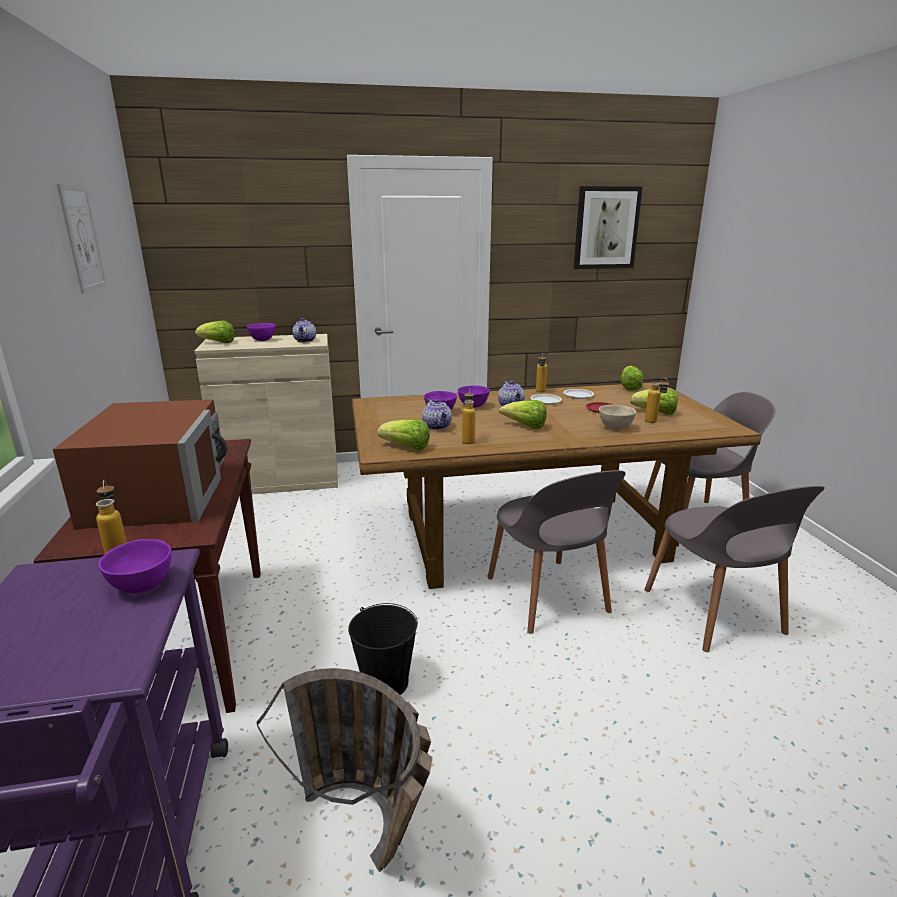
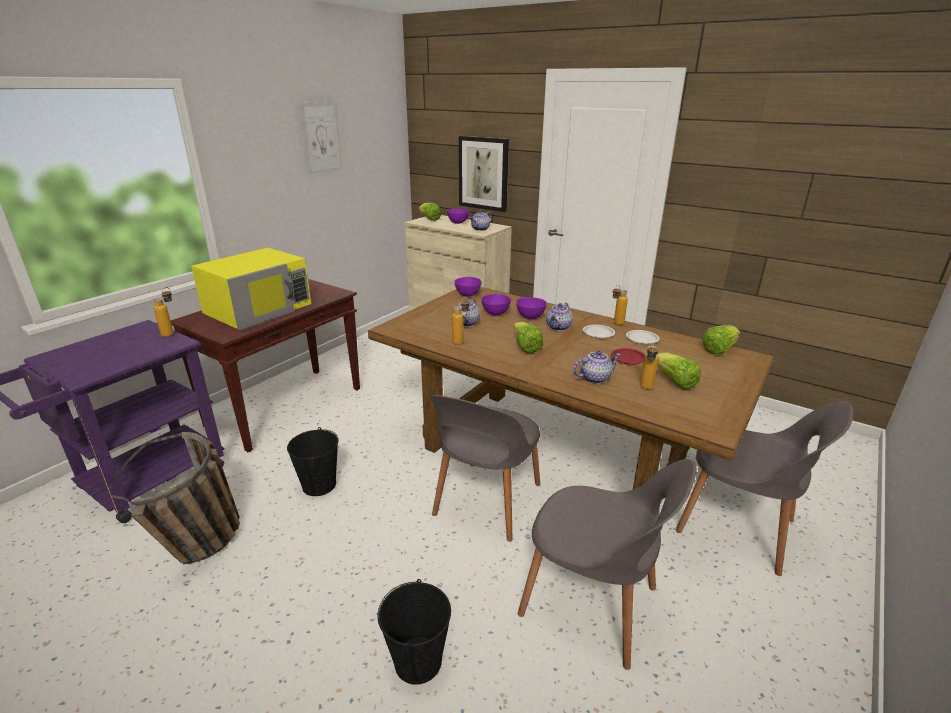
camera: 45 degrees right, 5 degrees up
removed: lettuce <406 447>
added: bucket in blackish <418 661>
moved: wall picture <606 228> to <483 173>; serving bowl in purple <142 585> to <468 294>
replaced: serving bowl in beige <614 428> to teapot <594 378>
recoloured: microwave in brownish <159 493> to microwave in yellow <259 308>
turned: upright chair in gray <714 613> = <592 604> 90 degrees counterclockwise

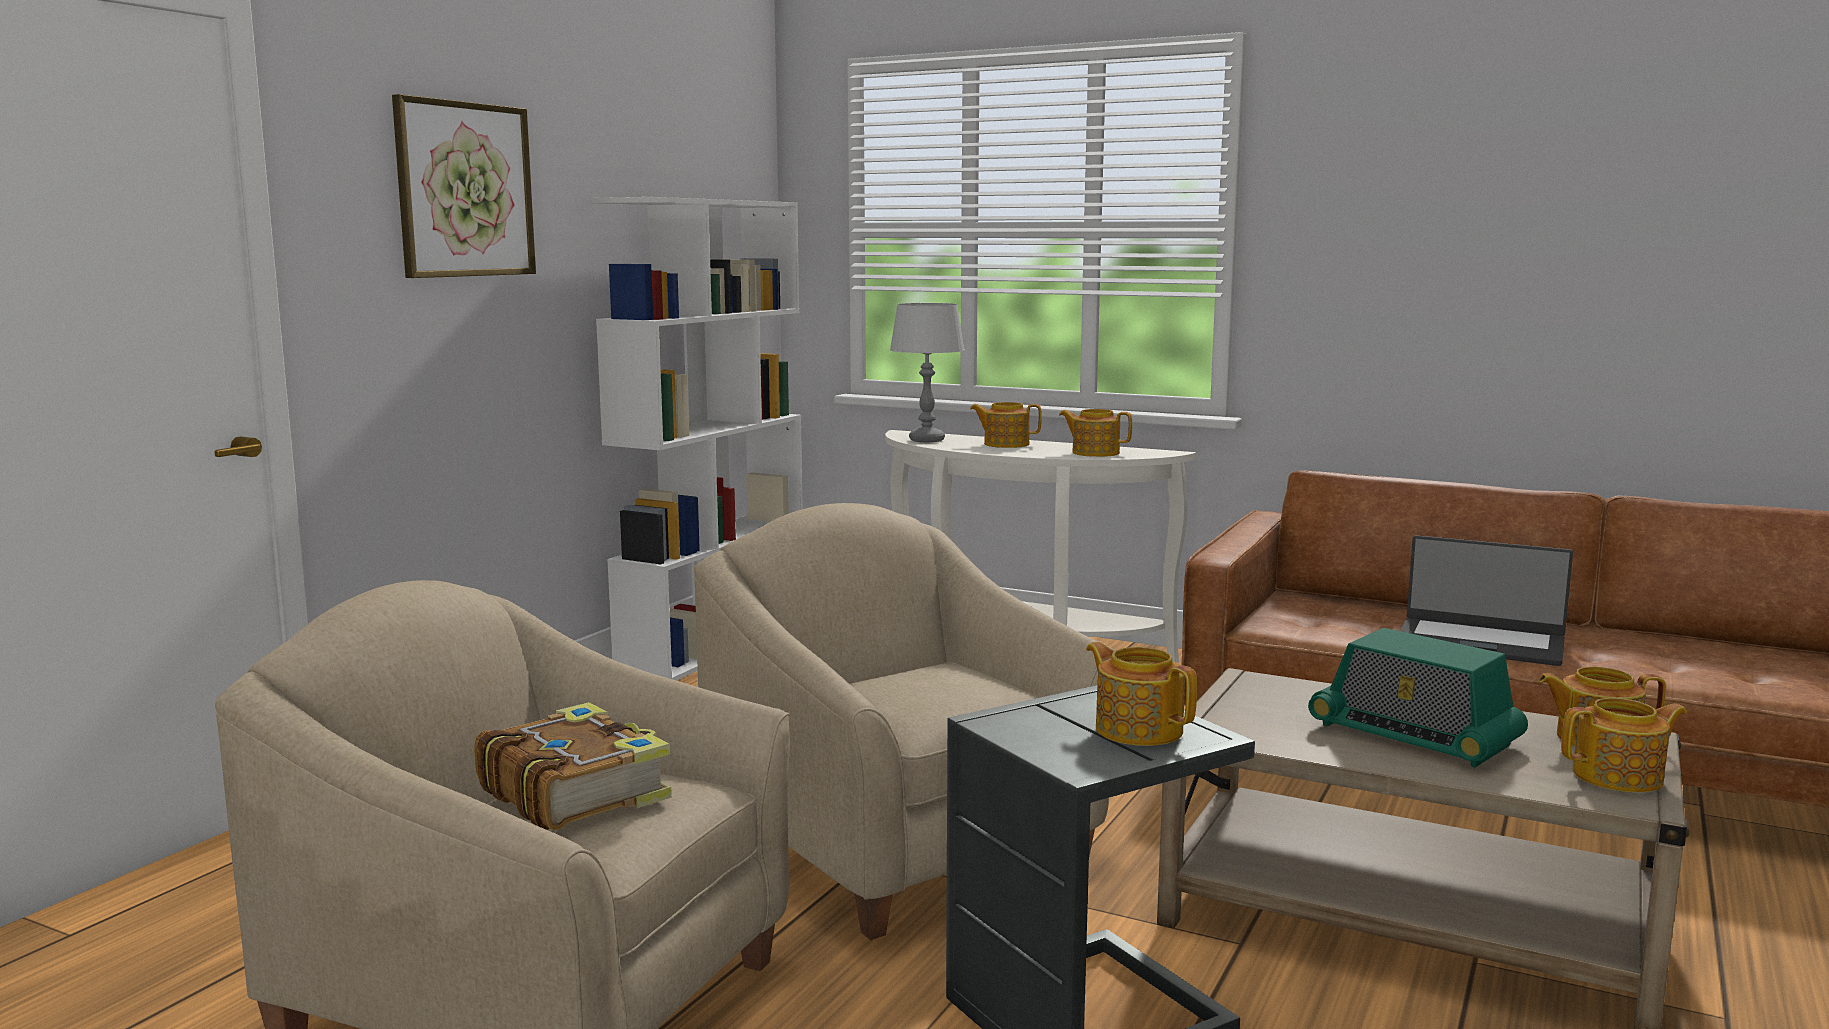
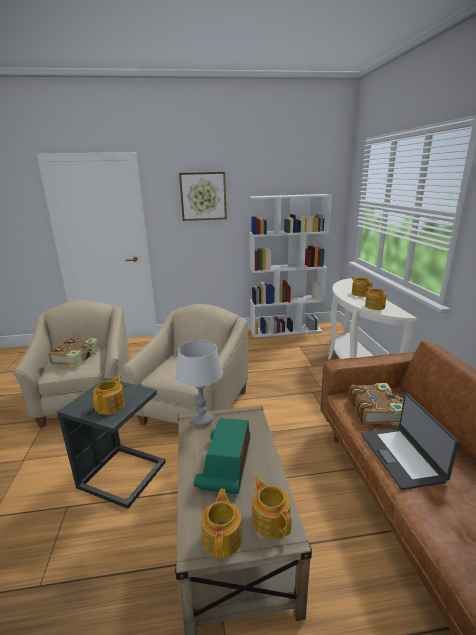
camera: 55 degrees right, 10 degrees up
added: bound book <375 410>
moved: tabletop lamp in gray <927 440> to <202 420>
turned: teapot <1620 777> = <222 537> 135 degrees counterclockwise

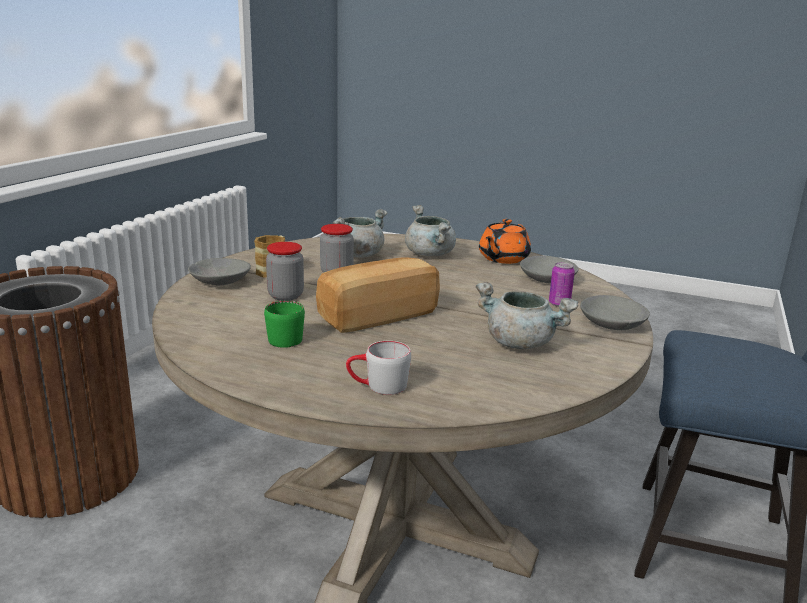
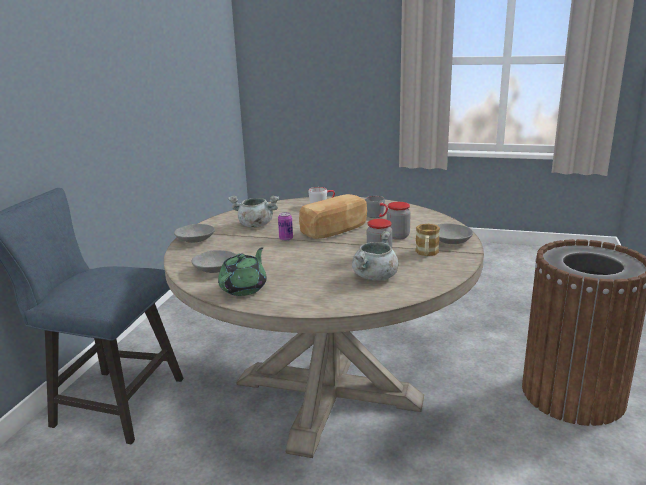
camera: 175 degrees right, 0 degrees up
removed: saucepot in gray <430 254>
moved: can <559 303> to <286 239>
recoloured: teapot in orangey <502 259> to teapot in green <244 288>; tea mug in green <281 337> to tea mug in gray <378 216>

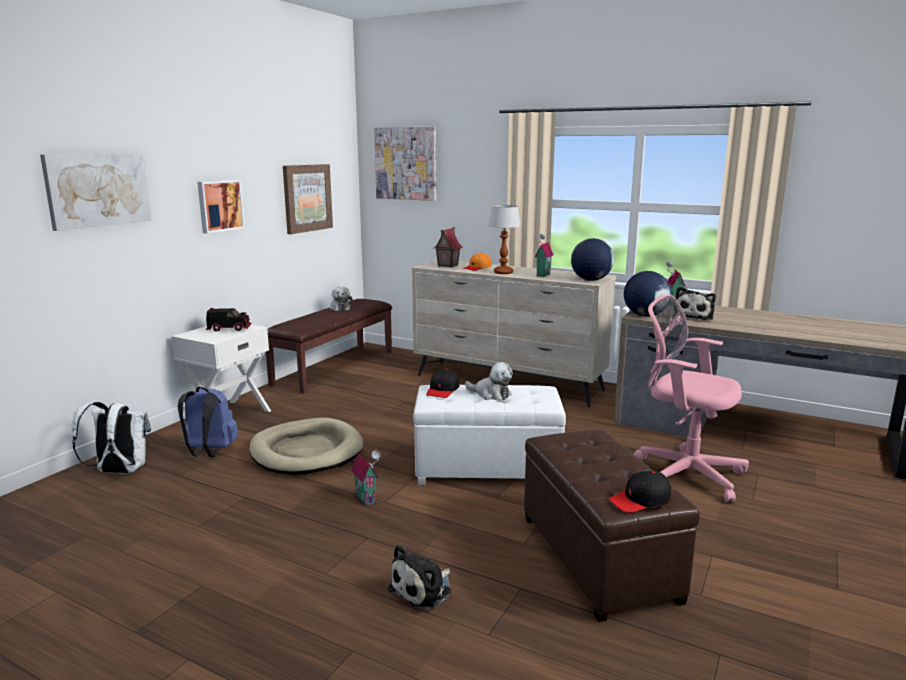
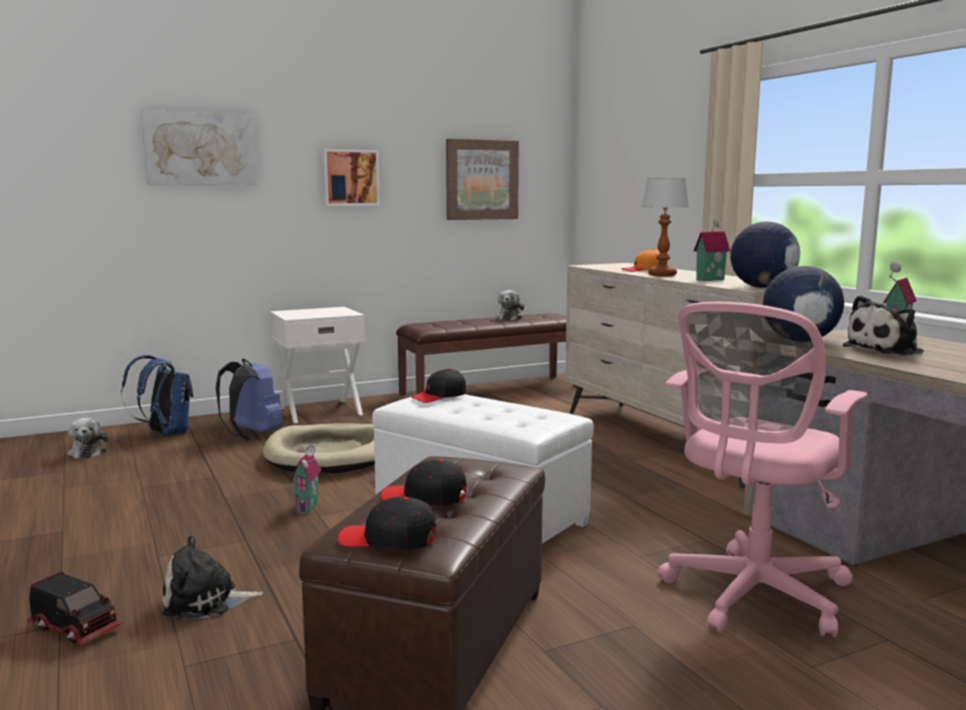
camera: 35 degrees right, 5 degrees down
removed: wall picture <406 163>; toy house <447 265>
added: peaked cap in blackish <424 497>
moved: toy lorry <229 329> to <76 627>; soft toy <491 394> to <87 452>
recoloured: backpack in white-coloured <119 471> to backpack in blue-coloured <165 433>
turned: computer chair in pinkish <684 472> = <752 597> 120 degrees counterclockwise

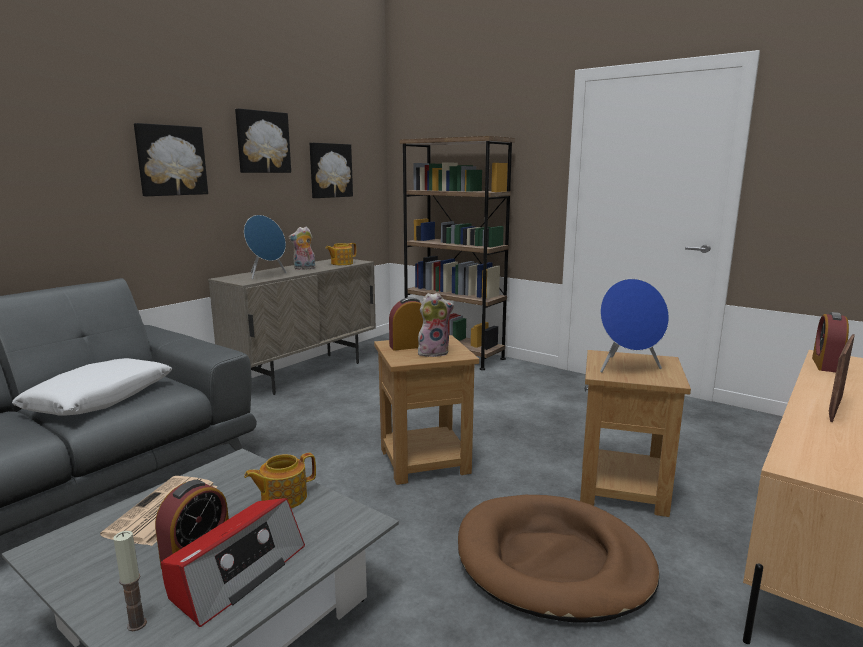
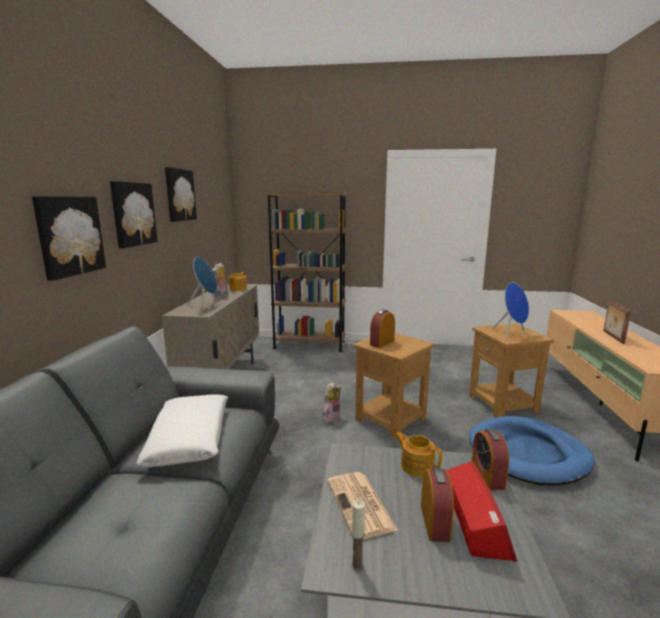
camera: 30 degrees left, 0 degrees up
moved: wall picture <330 170> to <69 235>; soft toy <433 352> to <331 418>; bedside clock <826 365> to <487 476>; candle <137 624> to <357 565>
recoloured: dog bed in brownish <553 562> to dog bed in blue-coloured <528 454>
turned: teapot <283 497> = <416 466> 105 degrees clockwise

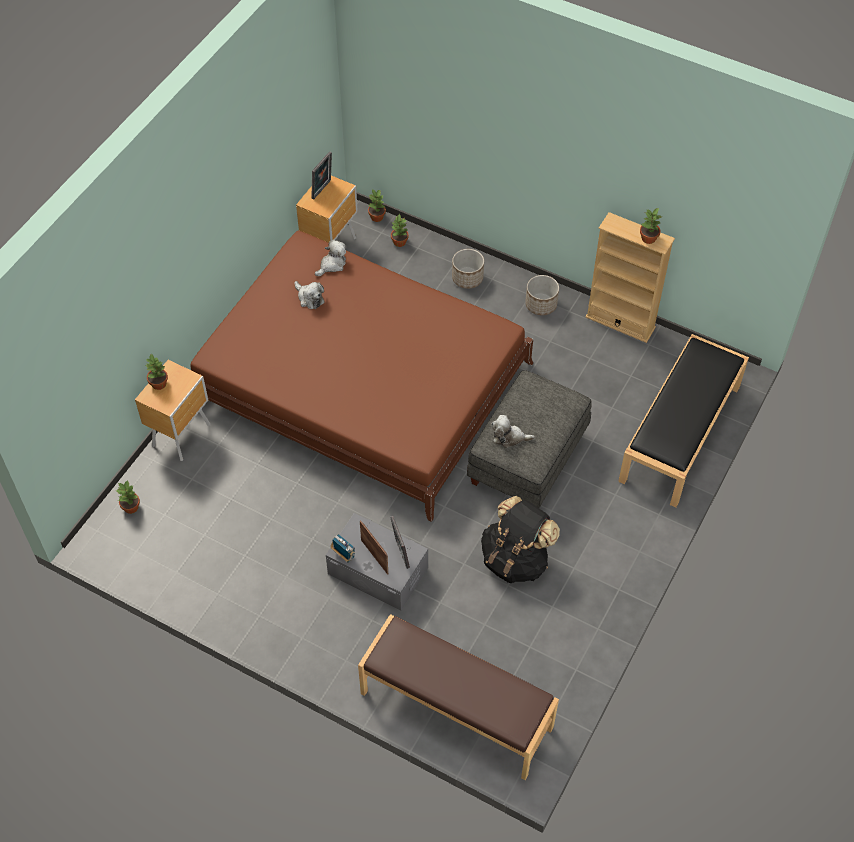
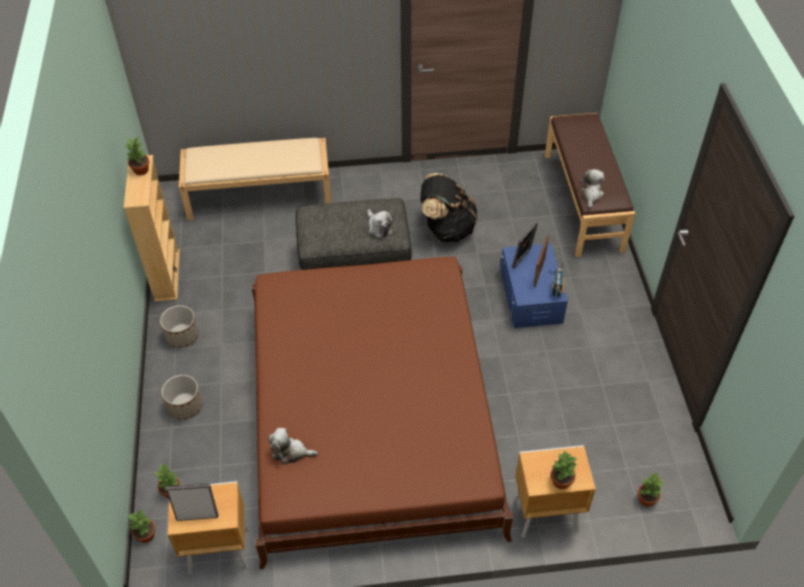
camera: 125 degrees left, 5 degrees down
moved: soft toy <309 298> to <591 194>
recoloured: bench in blackish <680 434> to bench in beige <260 194>; storage container in gray <377 570> to storage container in blue-coloured <531 296>

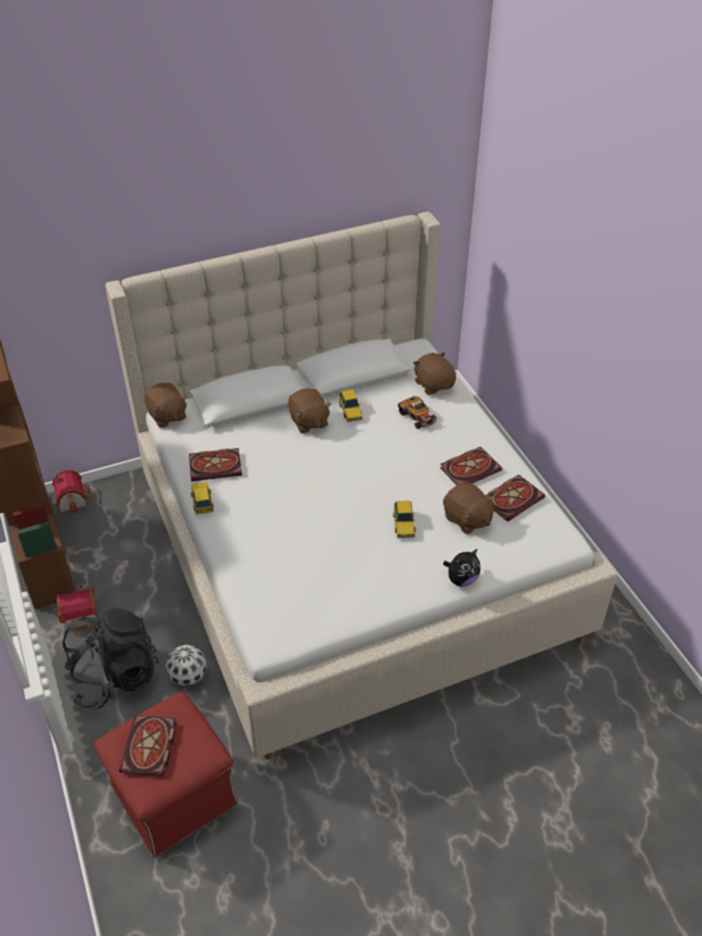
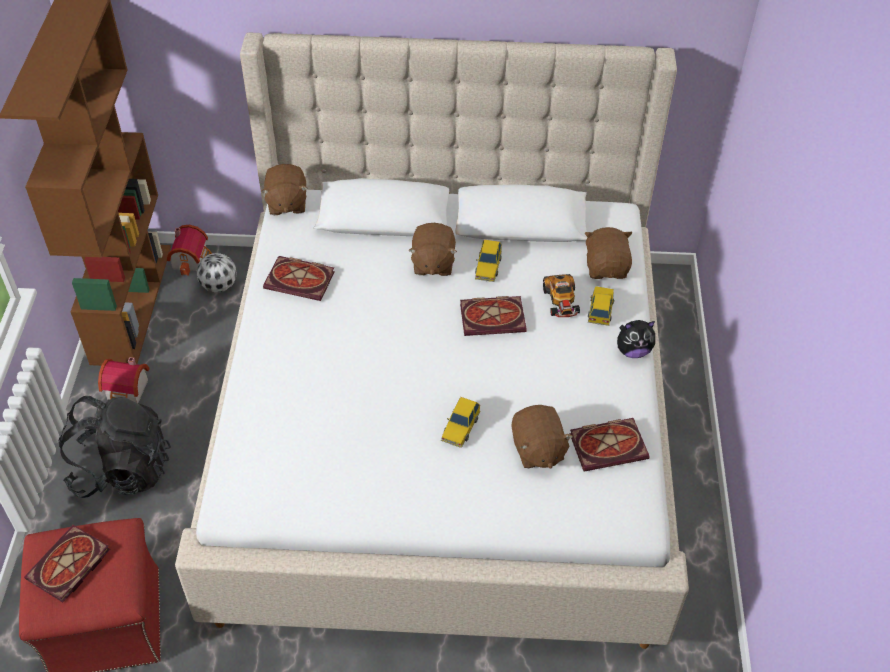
camera: 25 degrees right, 5 degrees up
moved: bound book <470 468> to <494 317>; toy car <202 501> to <600 309>; soft toy <461 579> to <633 351>; ball for football <188 676> to <219 285>

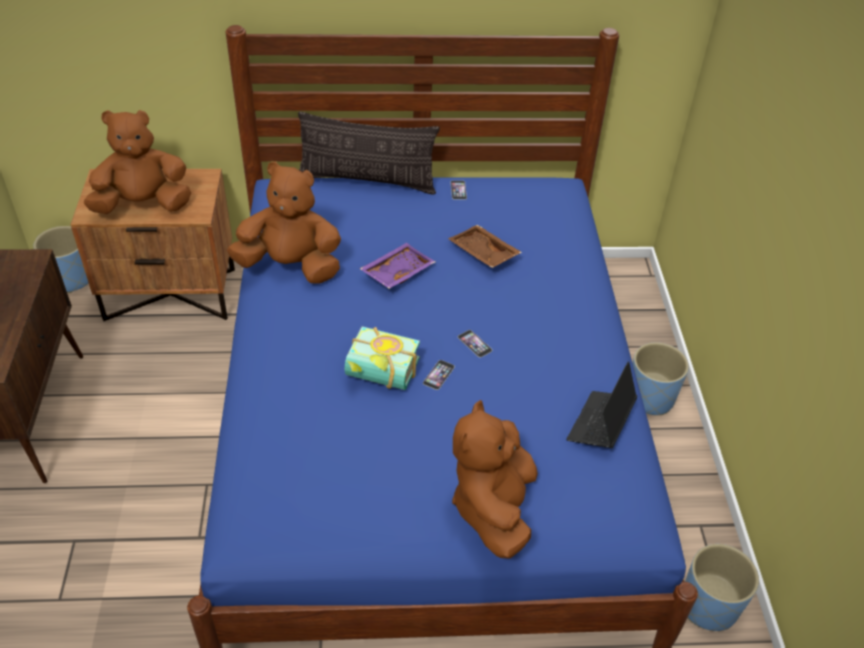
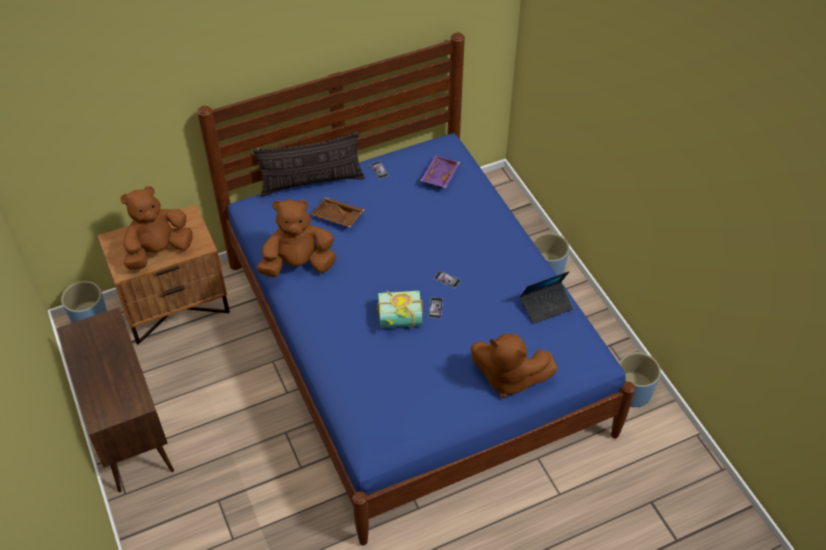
camera: 20 degrees left, 5 degrees up
moved: carrying tray in brownish <482 254> to <337 217>; carrying tray in purple <396 272> to <439 175>
turned: laptop <600 424> = <546 306> 120 degrees counterclockwise; soft toy in brownish <493 507> = <508 378> 60 degrees counterclockwise

